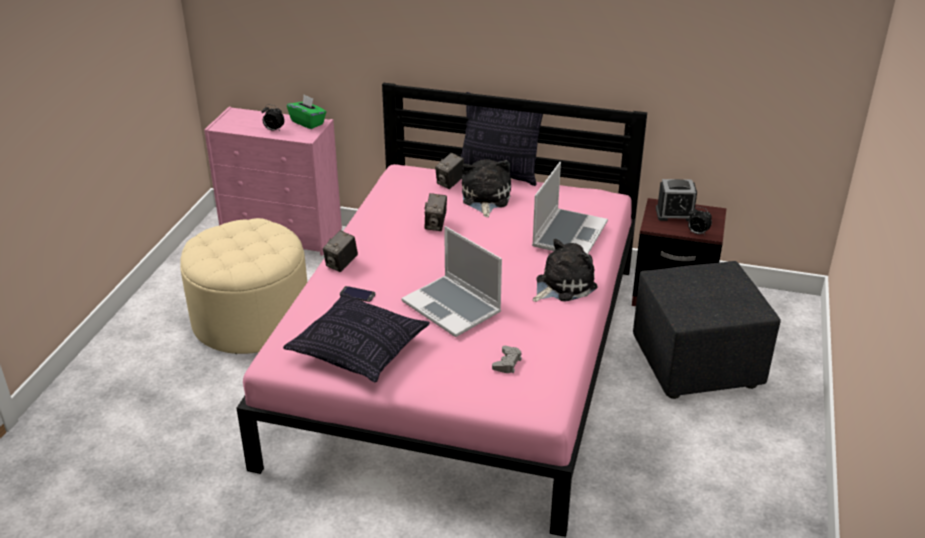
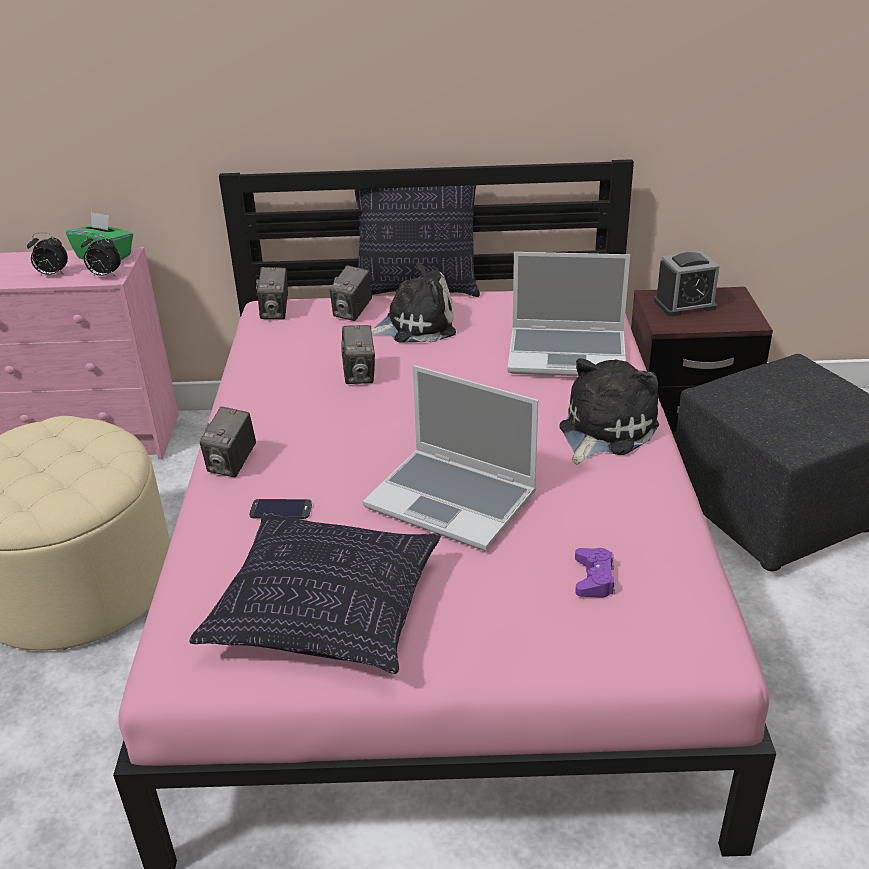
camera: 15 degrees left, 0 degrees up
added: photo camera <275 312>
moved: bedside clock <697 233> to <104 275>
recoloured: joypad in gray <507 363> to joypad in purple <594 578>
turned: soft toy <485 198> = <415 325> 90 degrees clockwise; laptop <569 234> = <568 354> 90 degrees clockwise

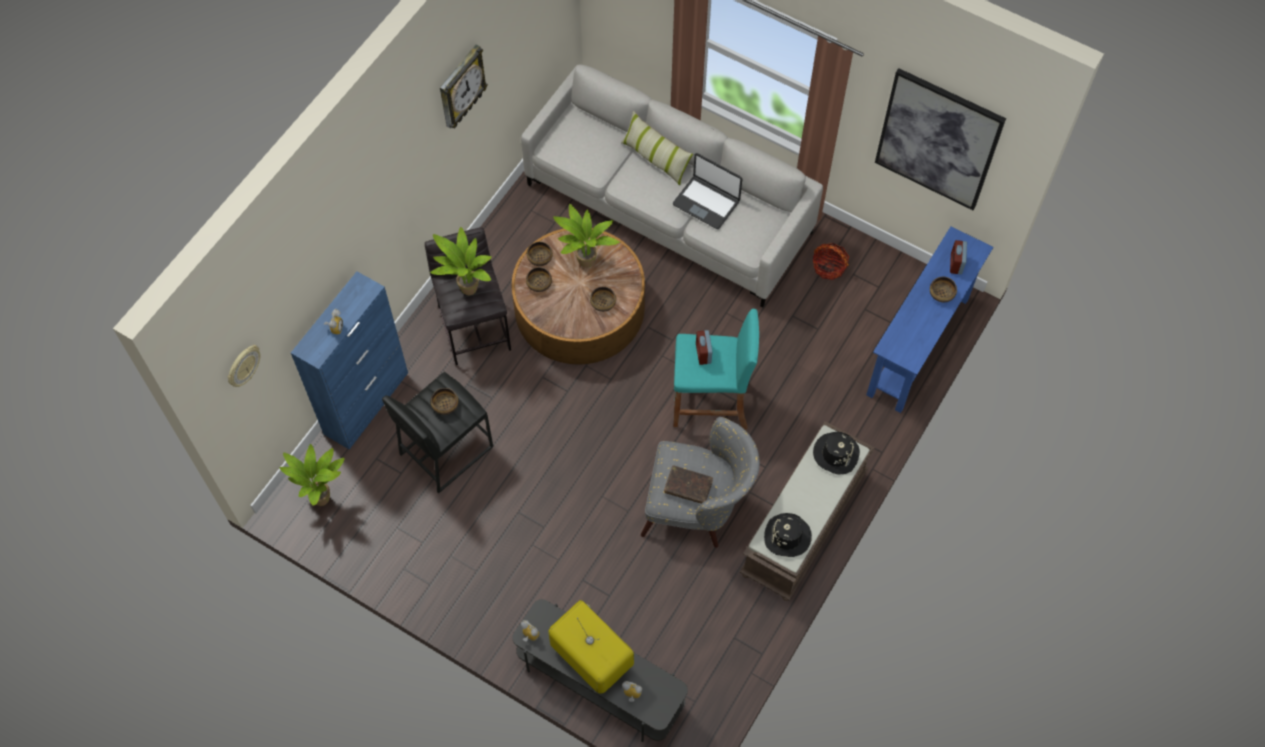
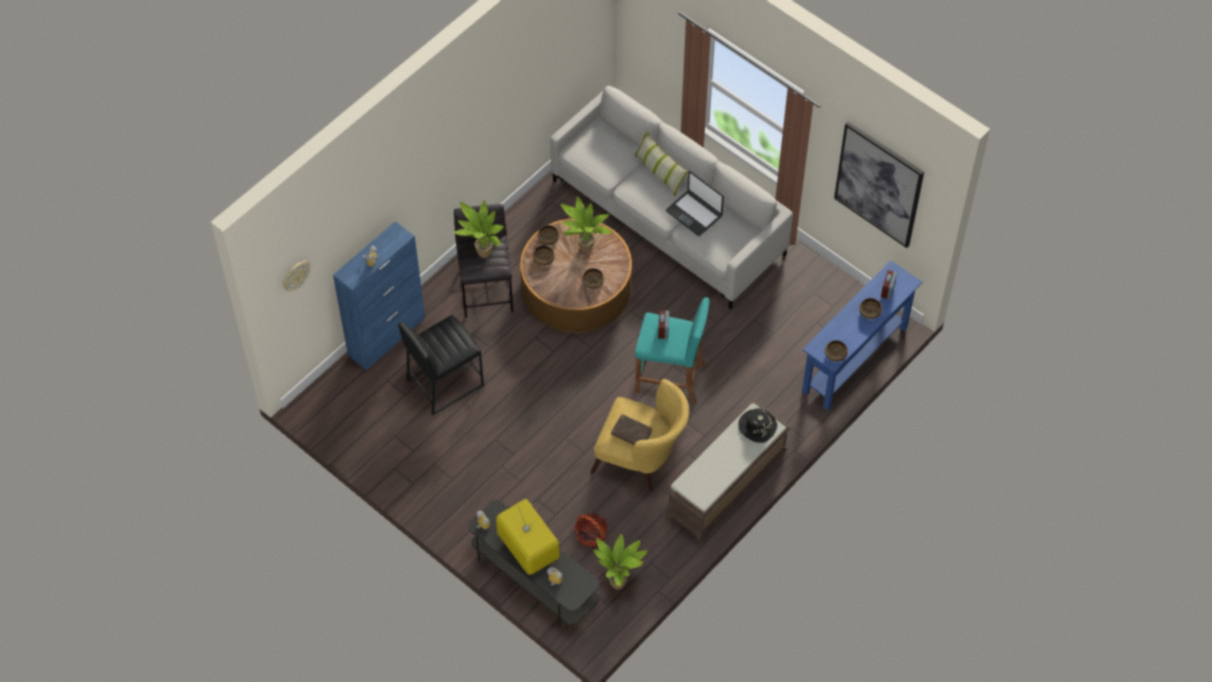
camera: 10 degrees right, 5 degrees down
removed: clock on the wall <461 88>; hat in blackish <787 536>
moved: household basket <829 267> to <591 534>; serving bowl <445 405> to <835 355>; houseplant <324 497> to <619 582>
recoloured: lounge chair in gray <697 507> to lounge chair in yellow <641 458>

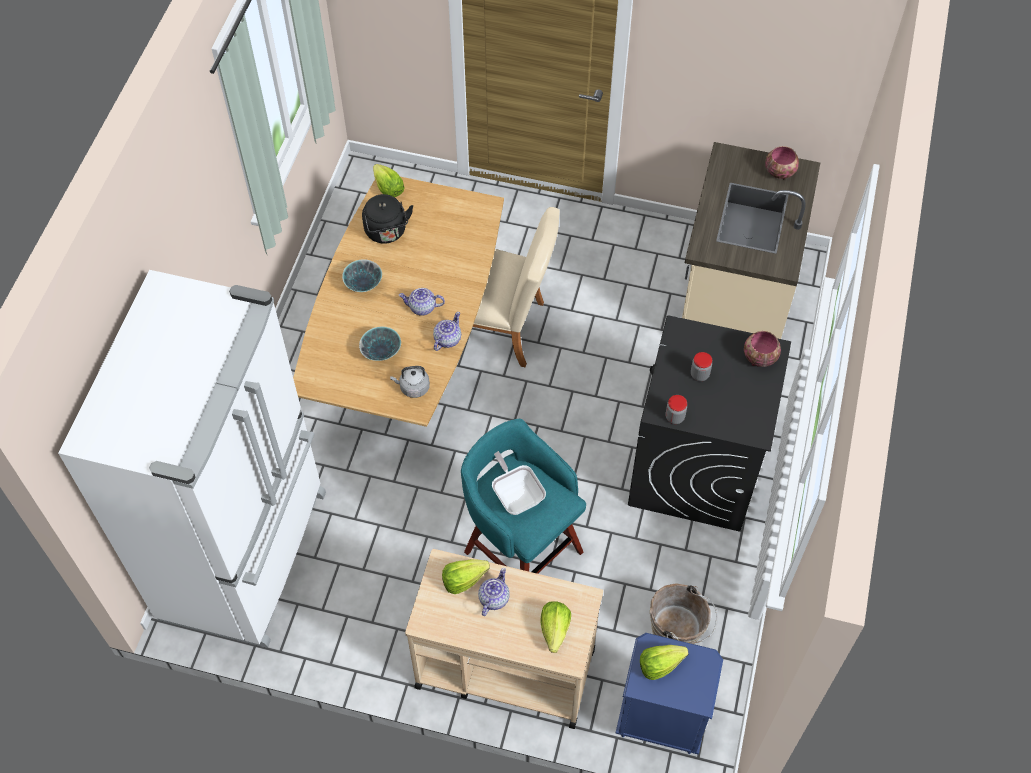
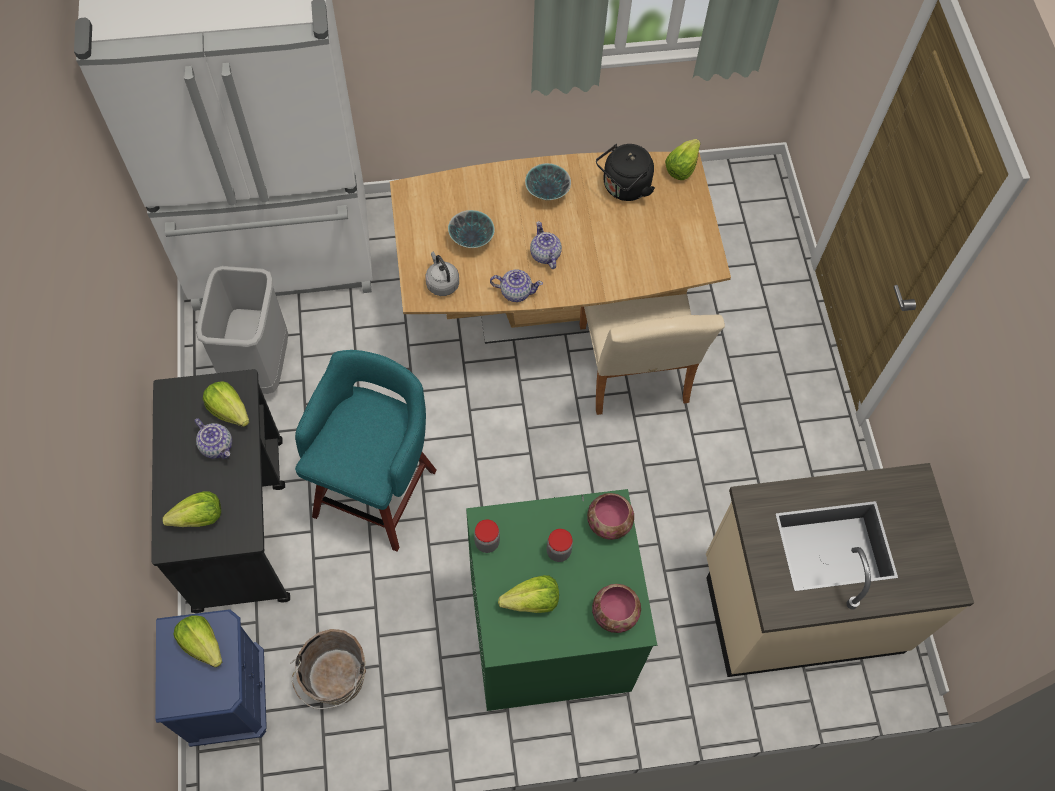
camera: 65 degrees right, 5 degrees up
removed: frying pan <516 494>
added: trash can in gray <258 366>; lettuce <532 601>
moved: serving bowl <779 171> to <610 523>
recoloured: laundry machine in blackish <695 468> to laundry machine in green <548 634>; cart in beige <504 667> to cart in blackish <240 521>
turned: teapot <493 598> = <217 446> 45 degrees clockwise

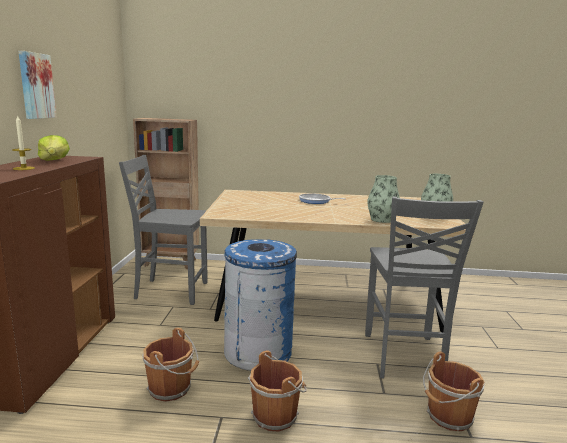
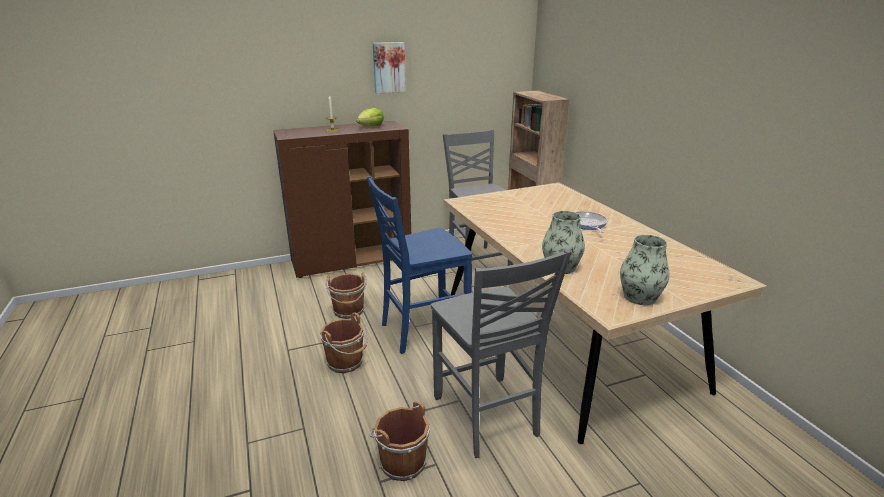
camera: 65 degrees right, 10 degrees up
replaced: trash can in blue-coloured <258 352> to upright chair in blue-coloured <422 330>
turned: upright chair in gray <403 357> = <487 417> 90 degrees counterclockwise

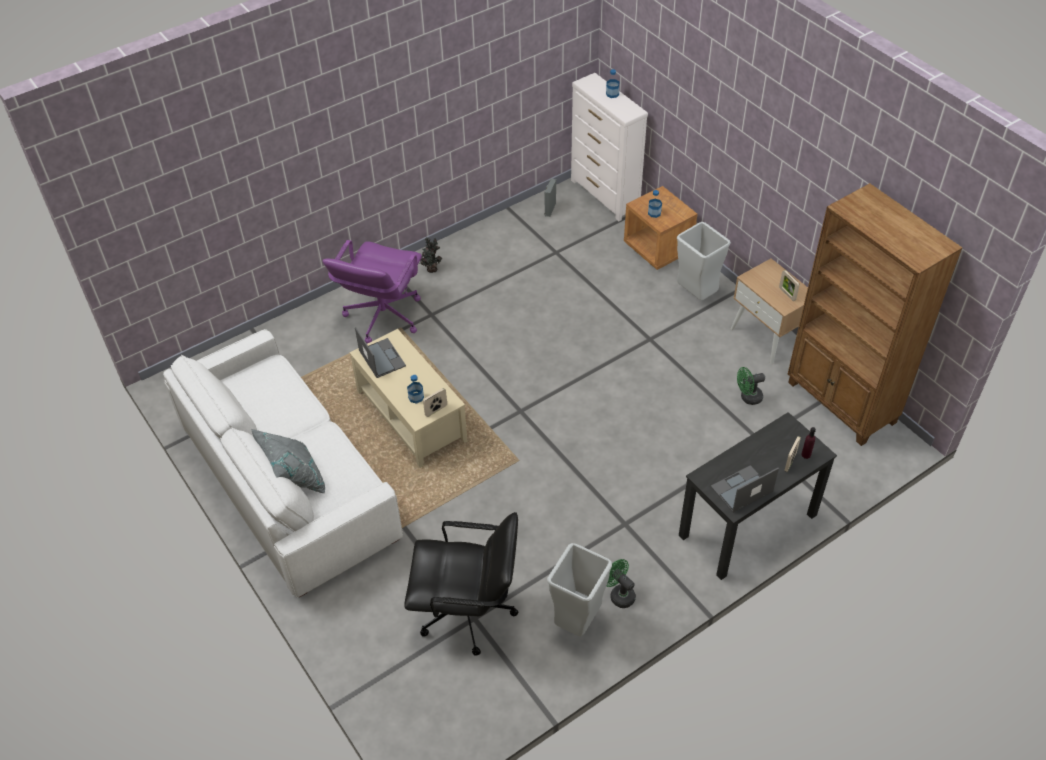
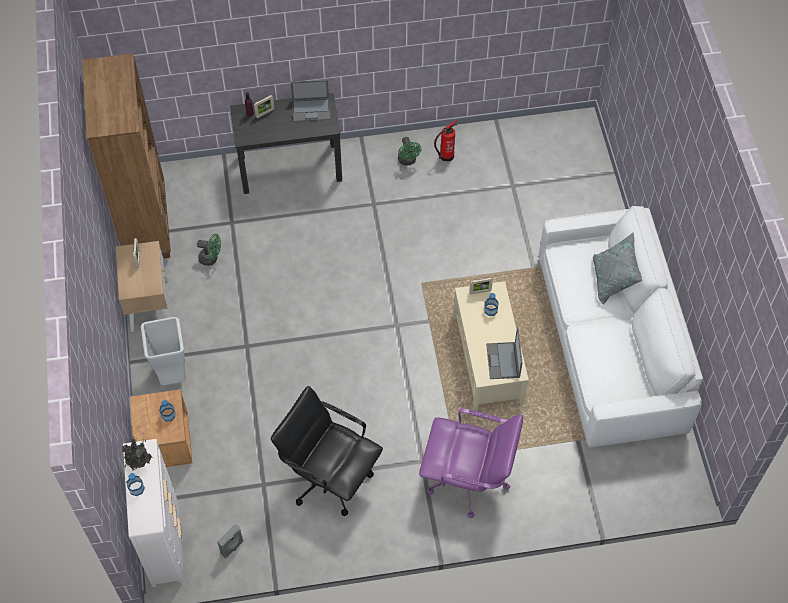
camera: 155 degrees left, 10 degrees up
moved: houseplant <431 269> to <140 463>; computer chair in blackish <468 612> to <329 477>
replaced: trash can in gray <577 621> to fire-fighting cylinder <445 156>
turned: computer chair in purple <382 316> = <468 480> 60 degrees clockwise

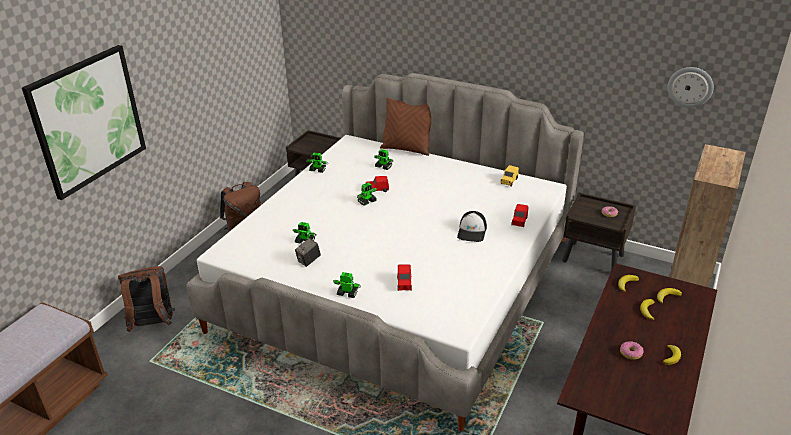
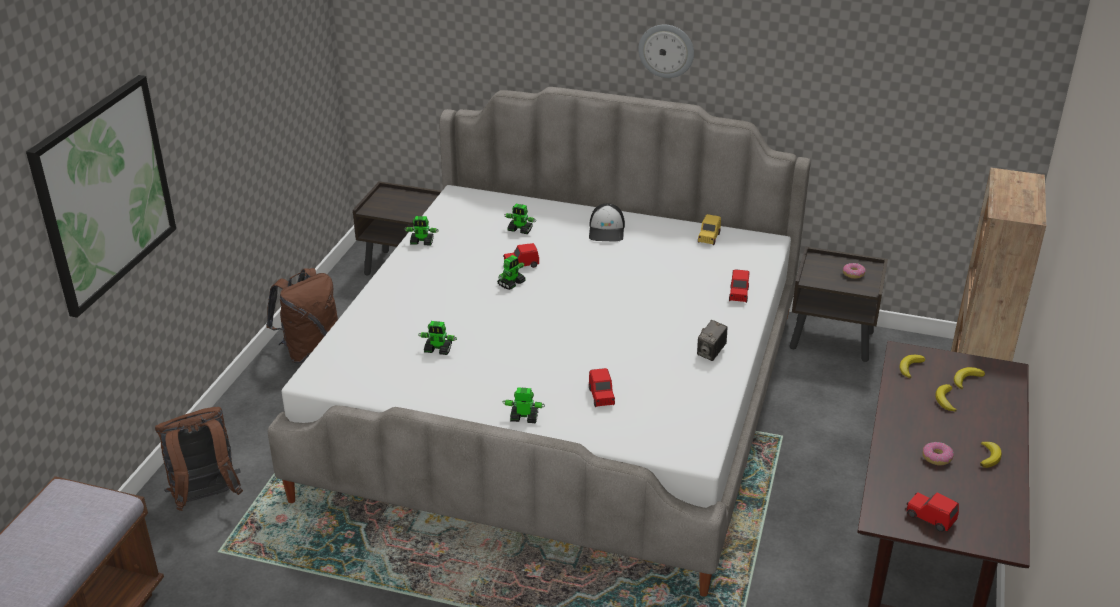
camera: 10 degrees left, 0 degrees up
removed: cushion in brownish <406 149>
added: toy car in red <930 518>
moved: clock on the wall <690 86> to <666 50>; peaked cap <472 231> to <607 230>; photo camera <308 261> to <711 353>

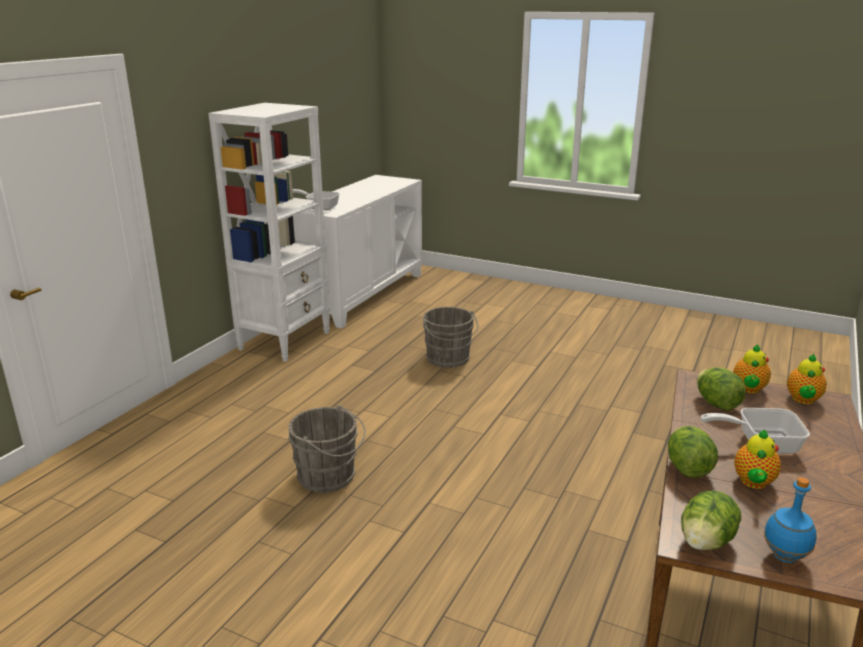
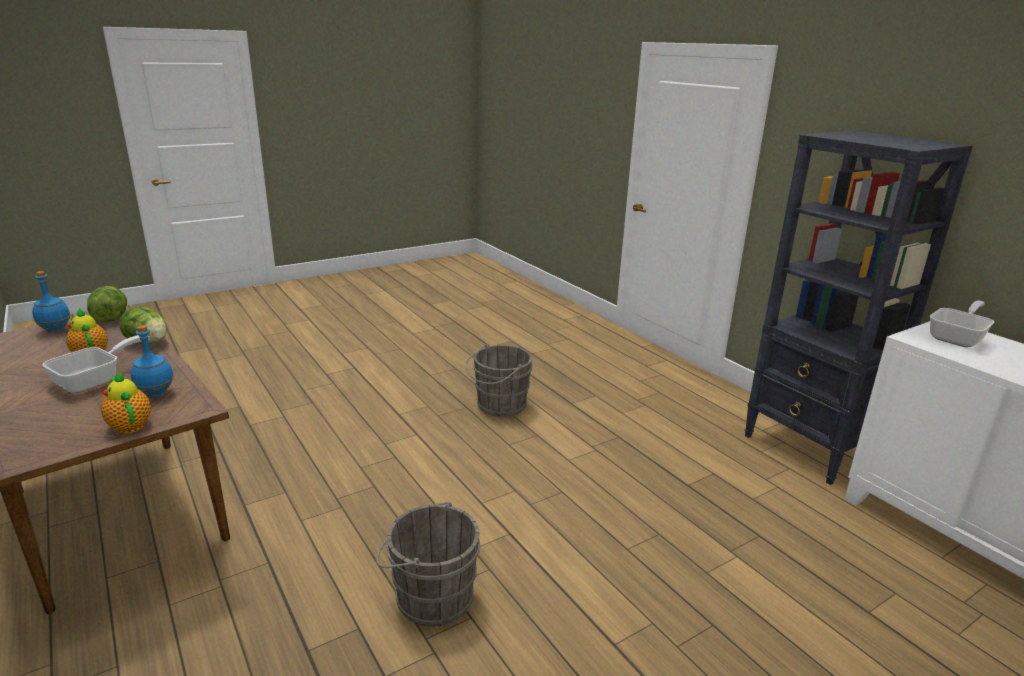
camera: 120 degrees right, 0 degrees up
removed: teapot <803 400>
moved: bucket in gray <448 359> to <430 596>
replaced: lettuce <716 404> to beverage bottle in blue-coloured <156 394>
recoloured: shelving unit in white-coloured <285 340> to shelving unit in blackish <810 449>

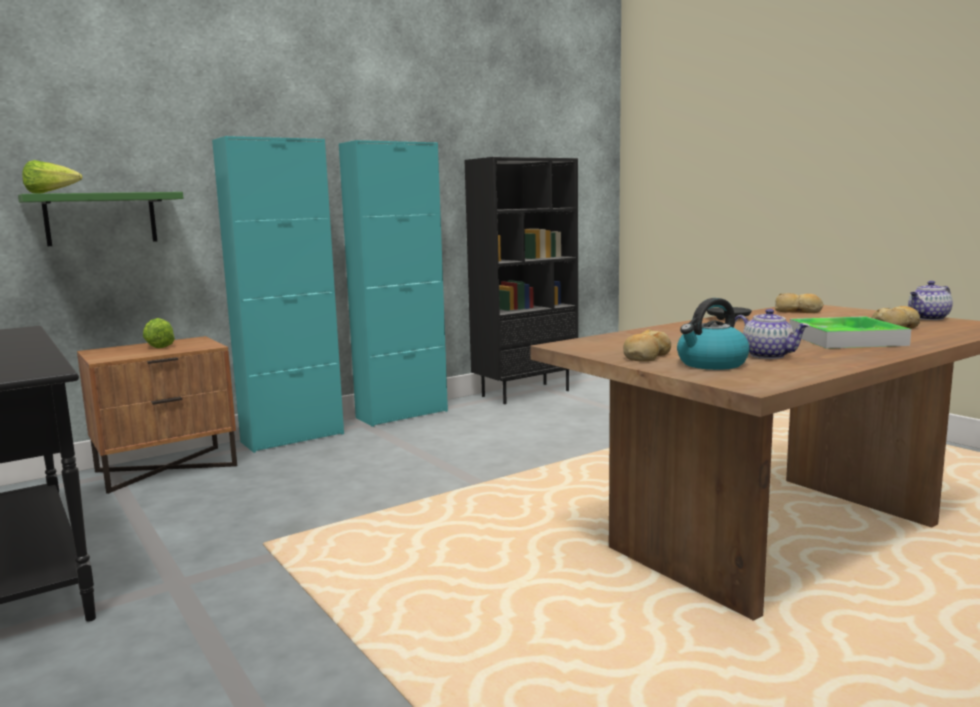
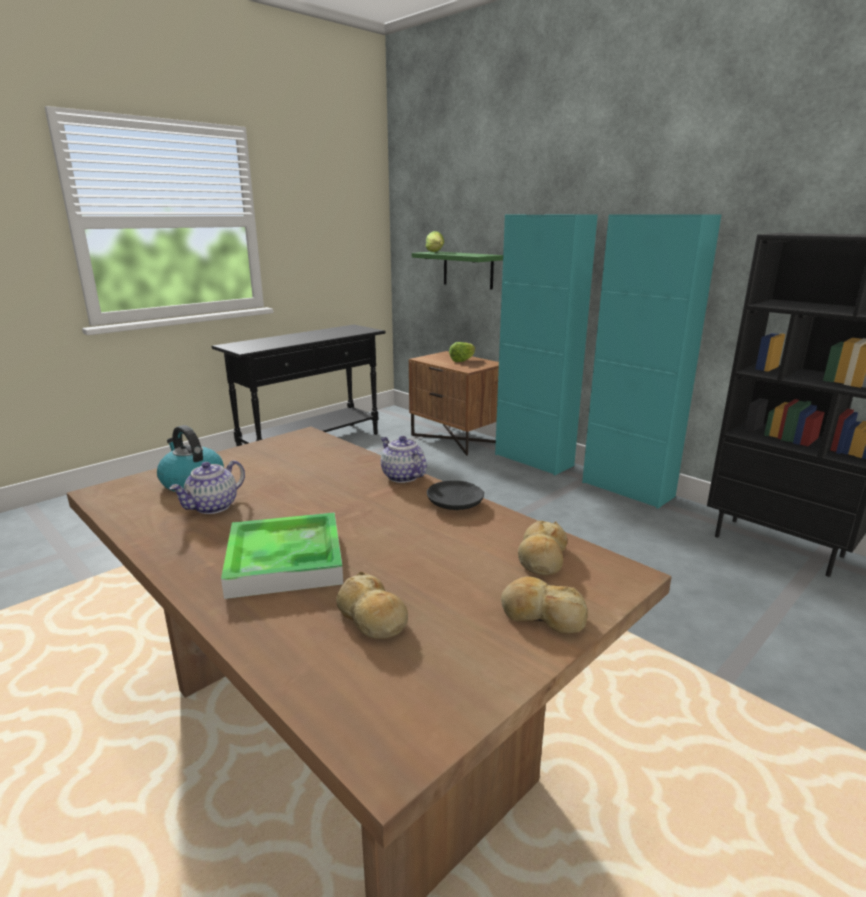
camera: 80 degrees right, 10 degrees up
moved: teapot <928 318> to <402 476>; baked bread <646 356> to <542 615>

